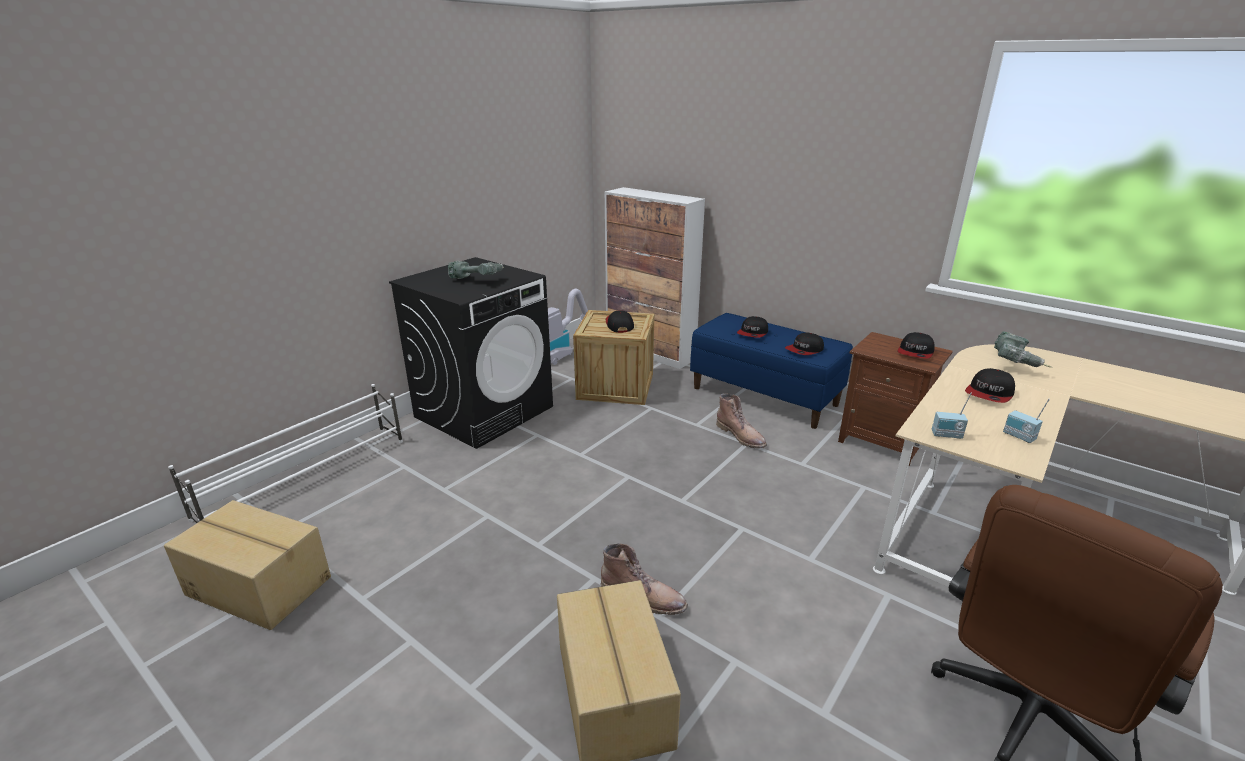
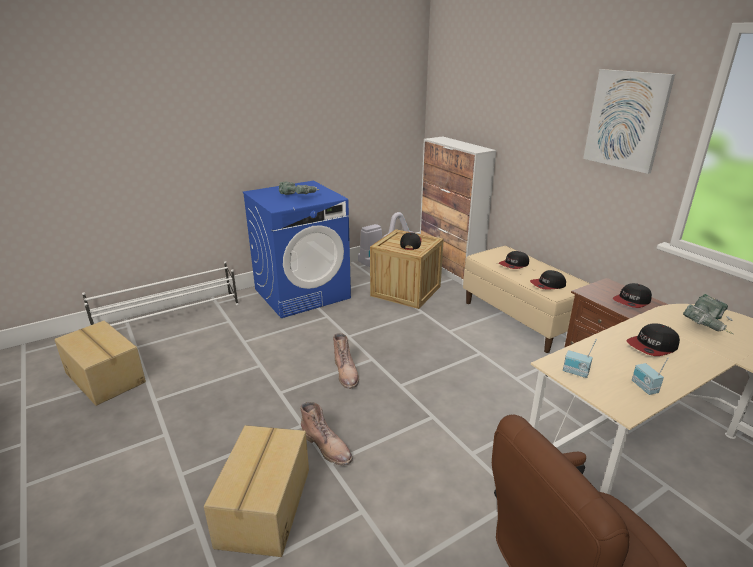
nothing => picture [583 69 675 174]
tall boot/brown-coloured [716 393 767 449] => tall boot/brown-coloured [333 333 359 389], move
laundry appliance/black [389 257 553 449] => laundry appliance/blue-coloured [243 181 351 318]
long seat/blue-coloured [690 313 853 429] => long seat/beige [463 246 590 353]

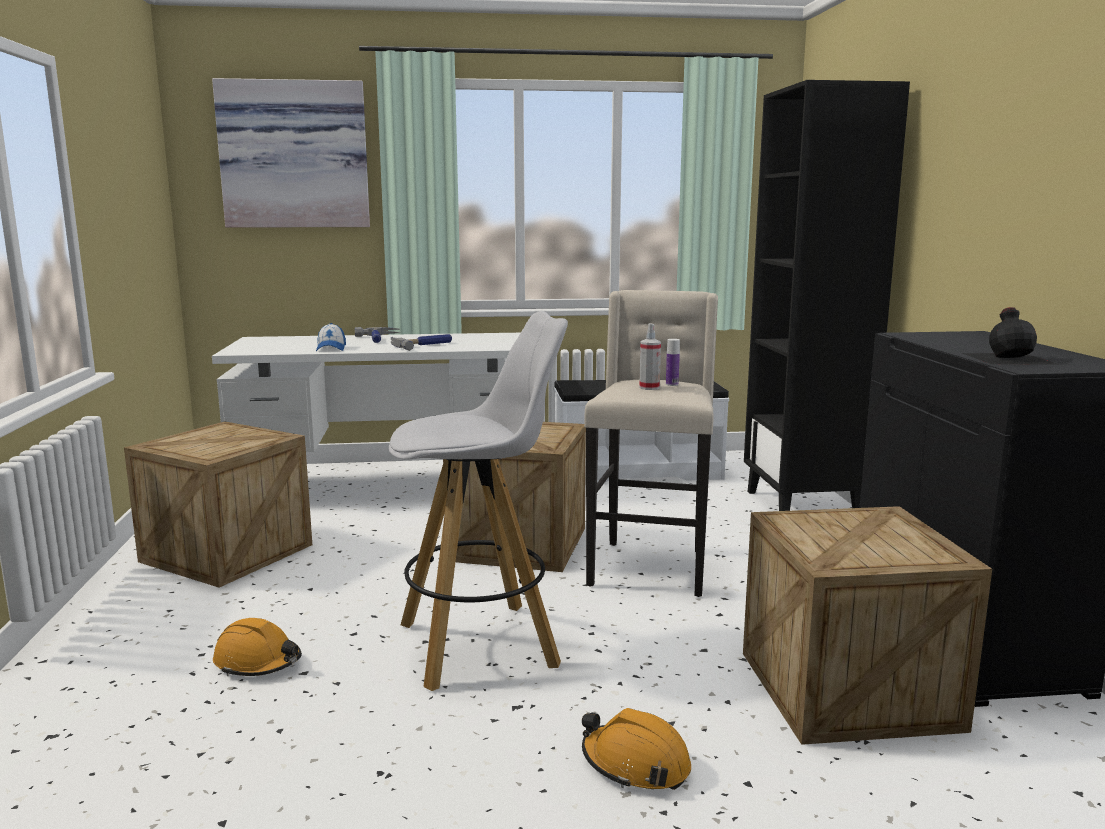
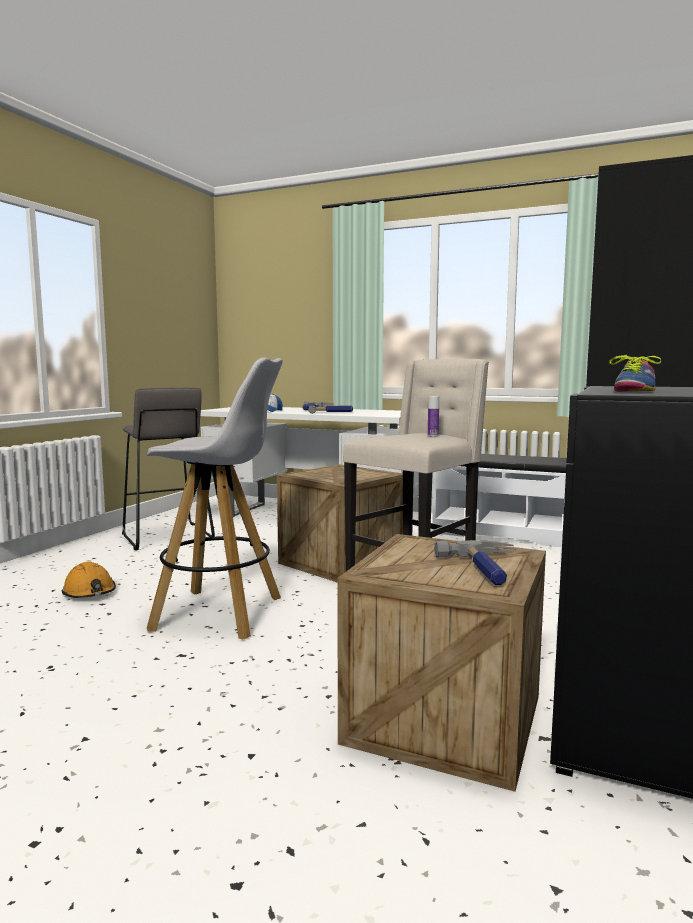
picture [212 78 370 228] => nothing
safety helmet/orange [582 708 691 790] => nothing
hand sprayer [639 323 661 390] => nothing
nothing => hammer [434 540 514 585]
packing crate [124 421 312 588] => stool seat/gray [122 387 215 550]
beverage bottle/black [962 307 1057 364] => low shoe [609 355 661 392]

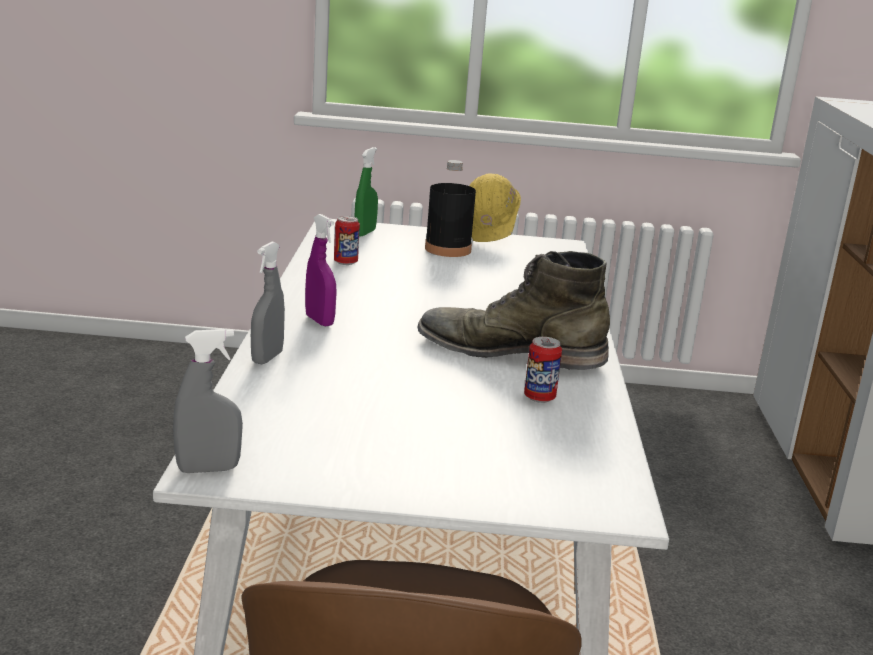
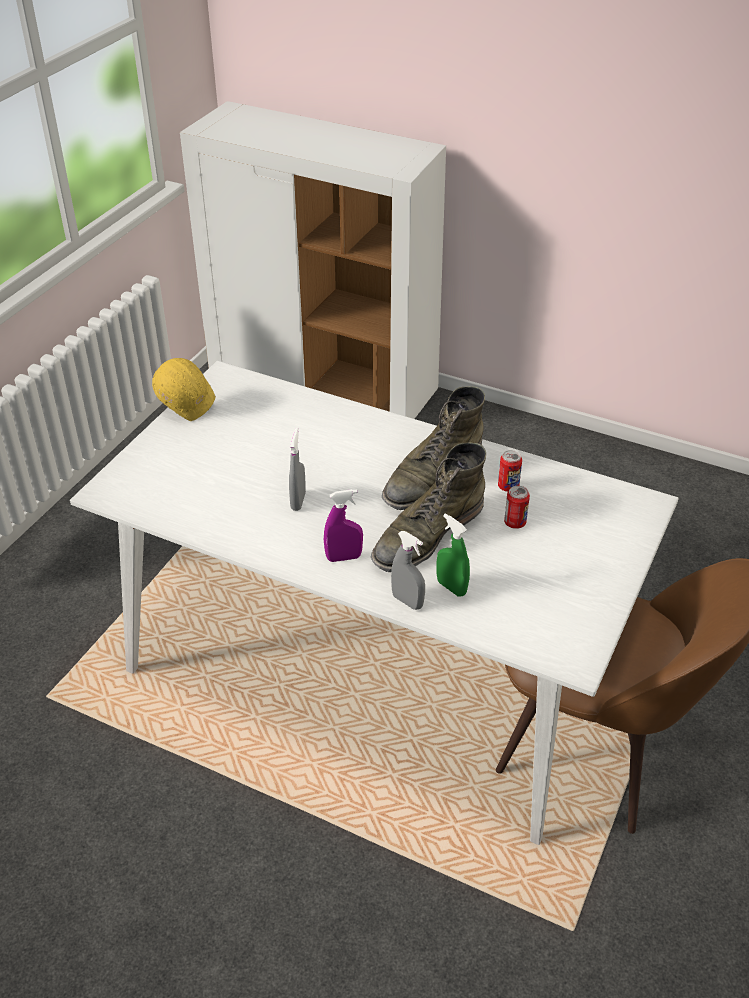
beverage bottle/black [425 160 476 257] => nothing
nothing => tall boot/greenish [371 442 486 572]
hand sprayer/gray [173 329 243 473] => hand sprayer/gray [289 428 306 511], move
sealed can [334 216 360 265] => sealed can [504 486 530 529], move
hand sprayer/greenish [355 147 378 236] => hand sprayer/greenish [436 514 470 597], move

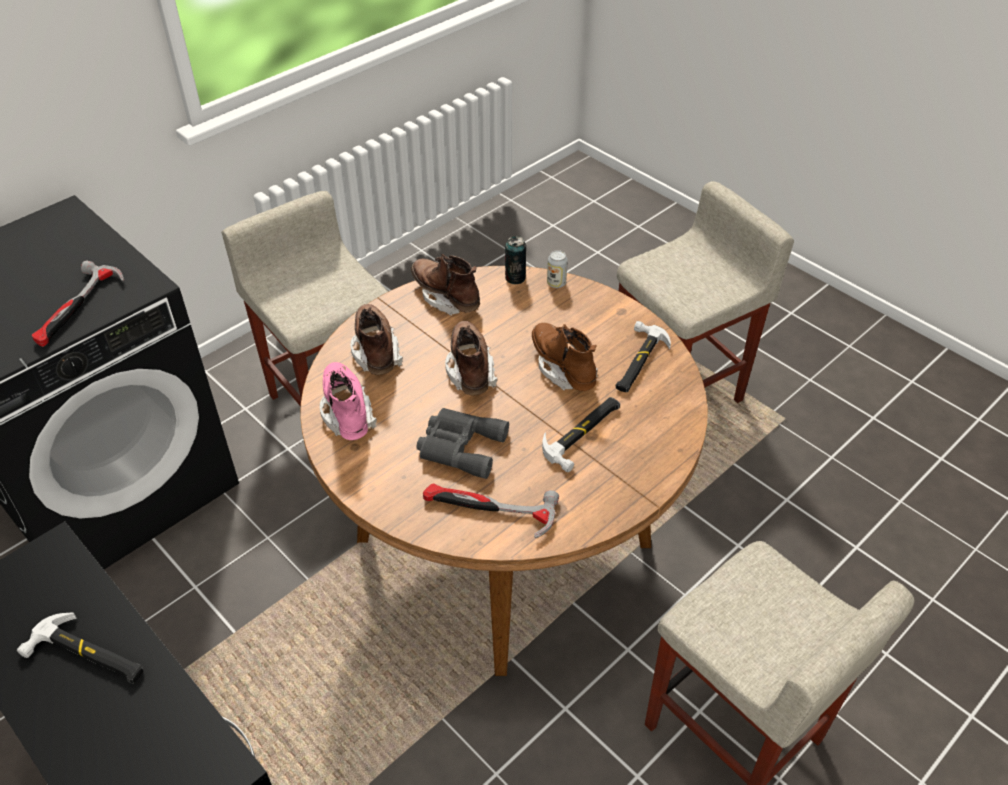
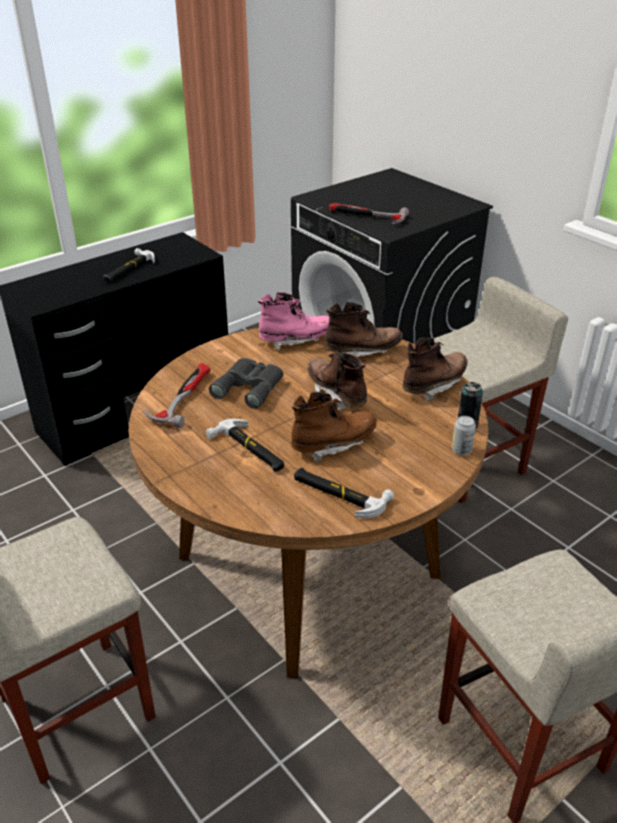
tall boot/brown-coloured [445 321 498 395] => tall boot/brown-coloured [307 351 367 410], 120 degrees counterclockwise

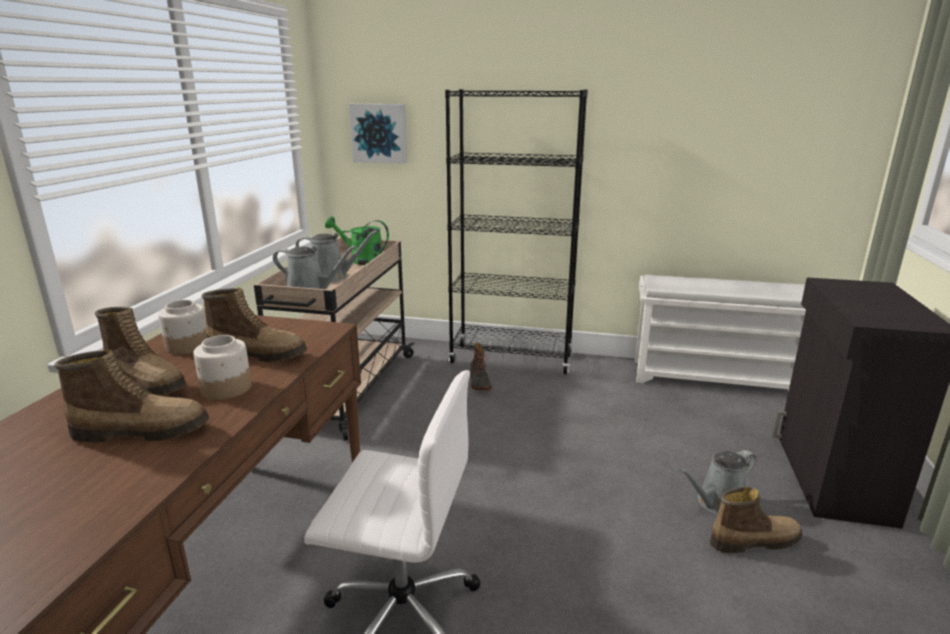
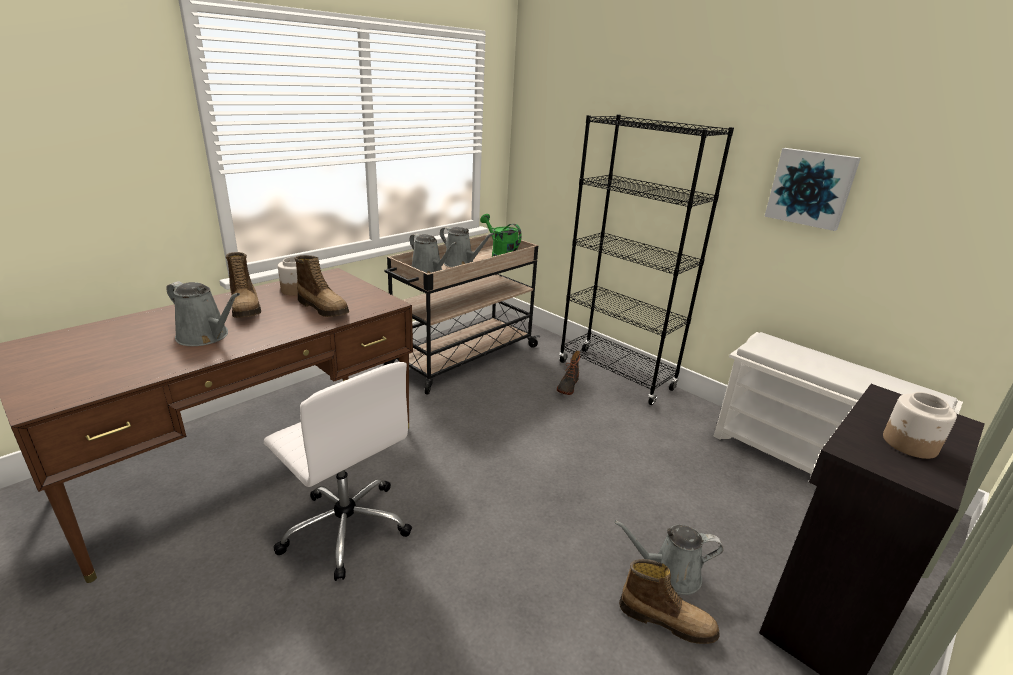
preserve jar [193 335 251 400] => preserve jar [883 392 957 459], move
picture [349 104 407 164] => picture [764 148 861 231], move
tall boot [54 349 209 443] => watering can/gray [166 281 240 346]

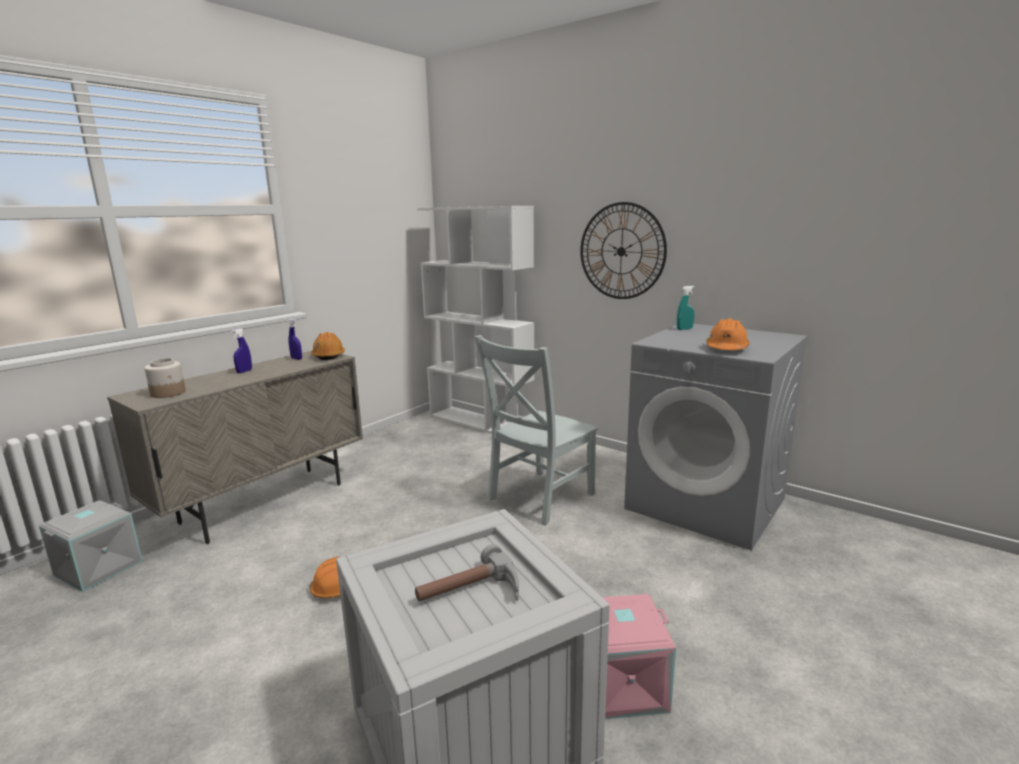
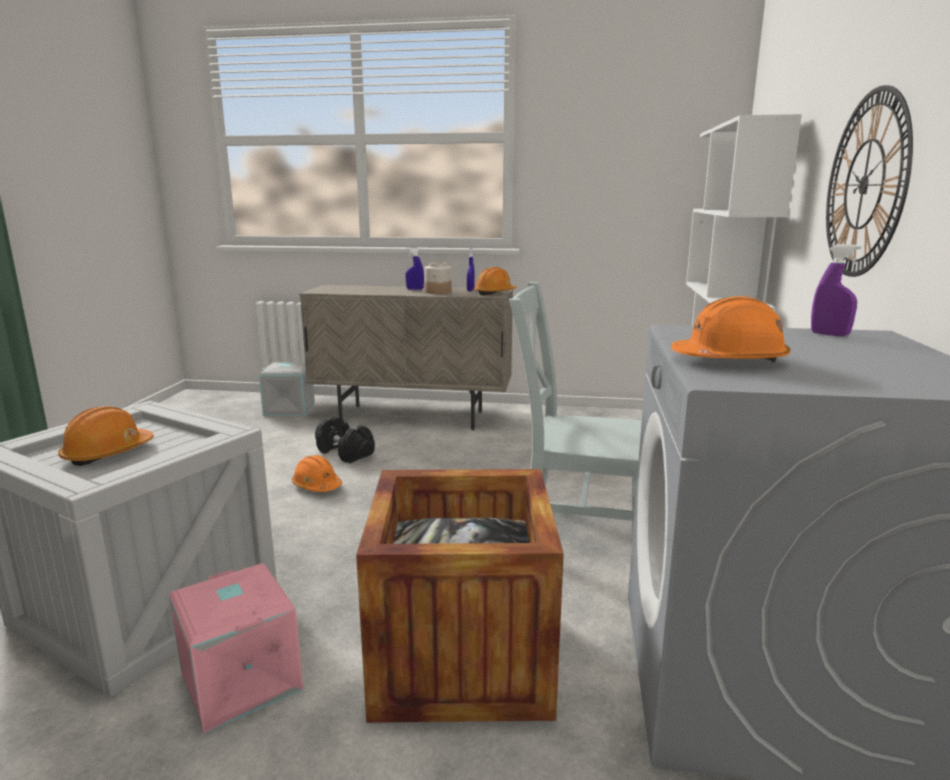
nothing => free weight/black [315 416 375 463]
nothing => packing crate [356 469 564 723]
preserve jar [145 358 186 398] => preserve jar [425 262 452 294], move
hammer [415 544 519 601] => safety helmet/orange [58 406 154 466]
hand sprayer/blue-green [677 286 695 330] => hand sprayer/purplish [811 244 861 336]

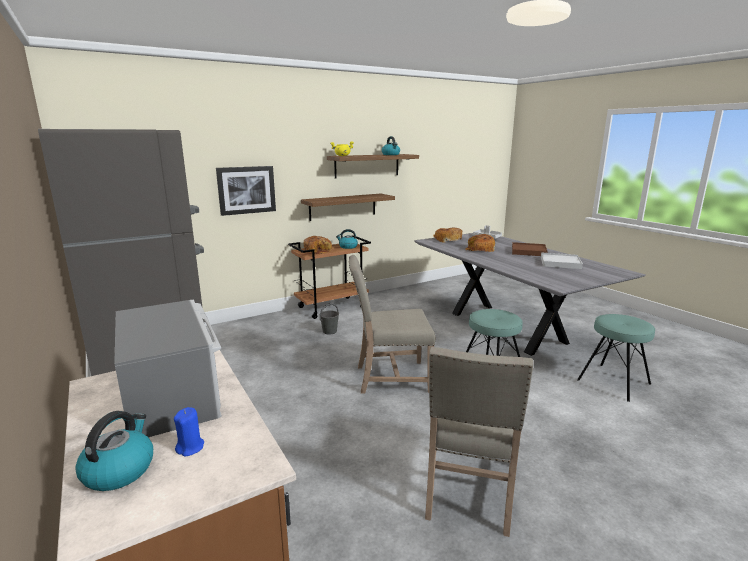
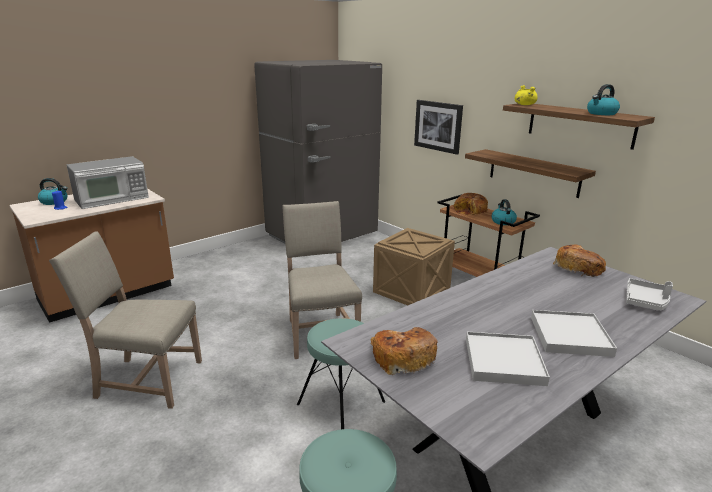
baked bread [465 234 495 252] => baked bread [371 327 438 375], move
pail/gray [319 303 339 335] => packing crate [373 228 455 305]
carrying tray/brown-coloured [512 242 548 256] => carrying tray/white-coloured [531 310 617 357]

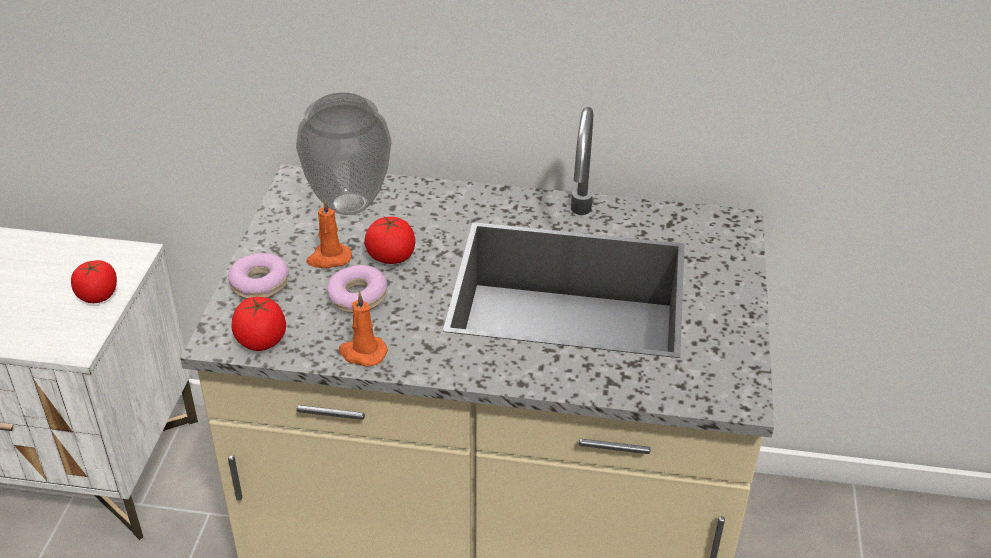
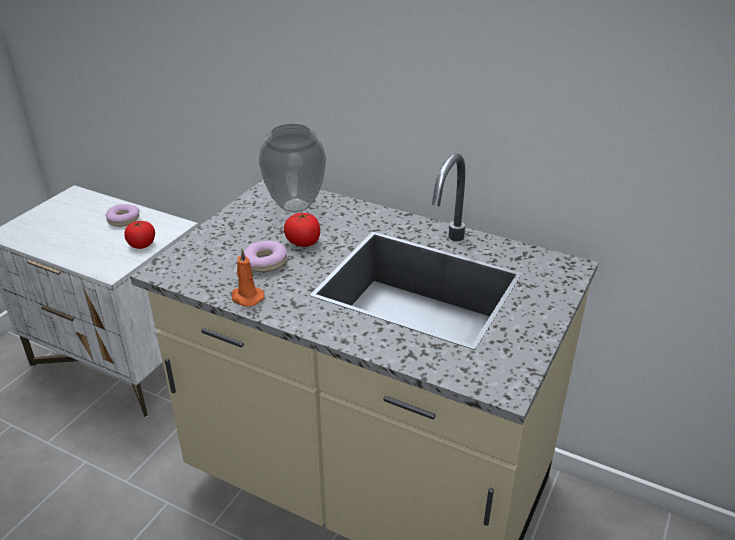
whole tomato [232 297 286 351] => nothing
candle/orange [306 198 352 268] => nothing
doughnut [228 253 289 299] => doughnut [106 204 139 227], move

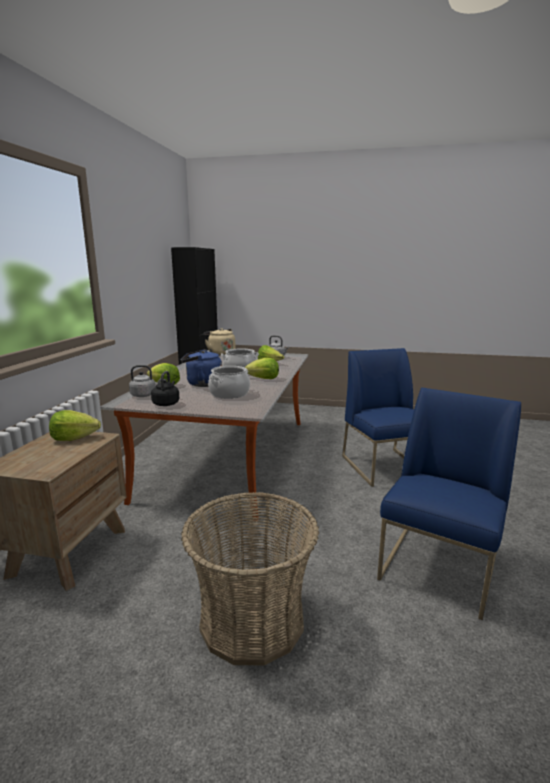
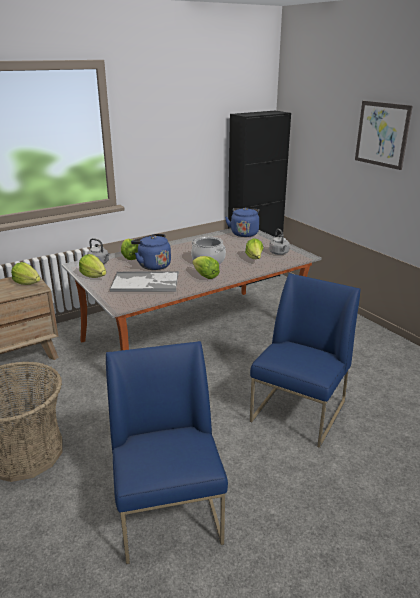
nothing => picture [355 101 413 170]
water kettle/black [151 371 180 406] => head of lettuce [79 254 106 278]
cooking pot [208 366 250 399] => carrying tray [110 271 179 292]
water kettle/beige [204 328 235 356] => water kettle/blue-coloured [225 208 259 237]
chair/blue-coloured [377 388 521 620] => chair/blue-coloured [106 341 228 564], 90 degrees counterclockwise

